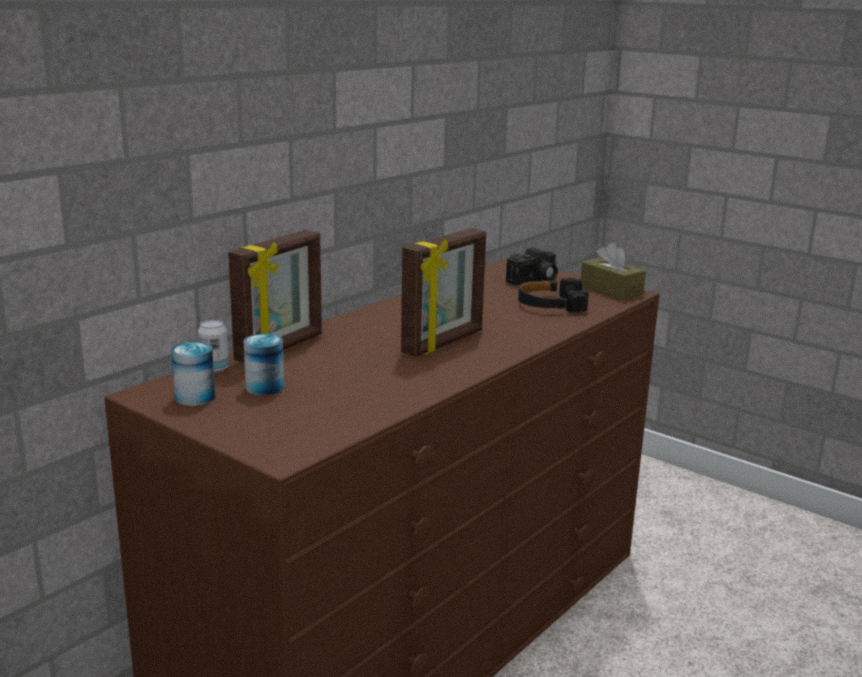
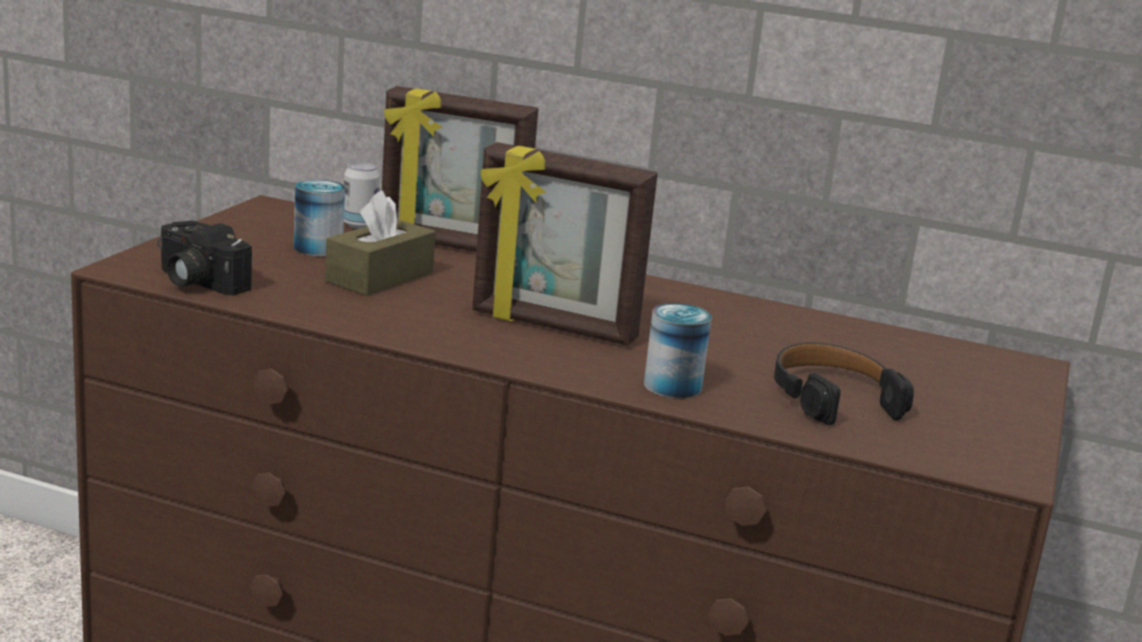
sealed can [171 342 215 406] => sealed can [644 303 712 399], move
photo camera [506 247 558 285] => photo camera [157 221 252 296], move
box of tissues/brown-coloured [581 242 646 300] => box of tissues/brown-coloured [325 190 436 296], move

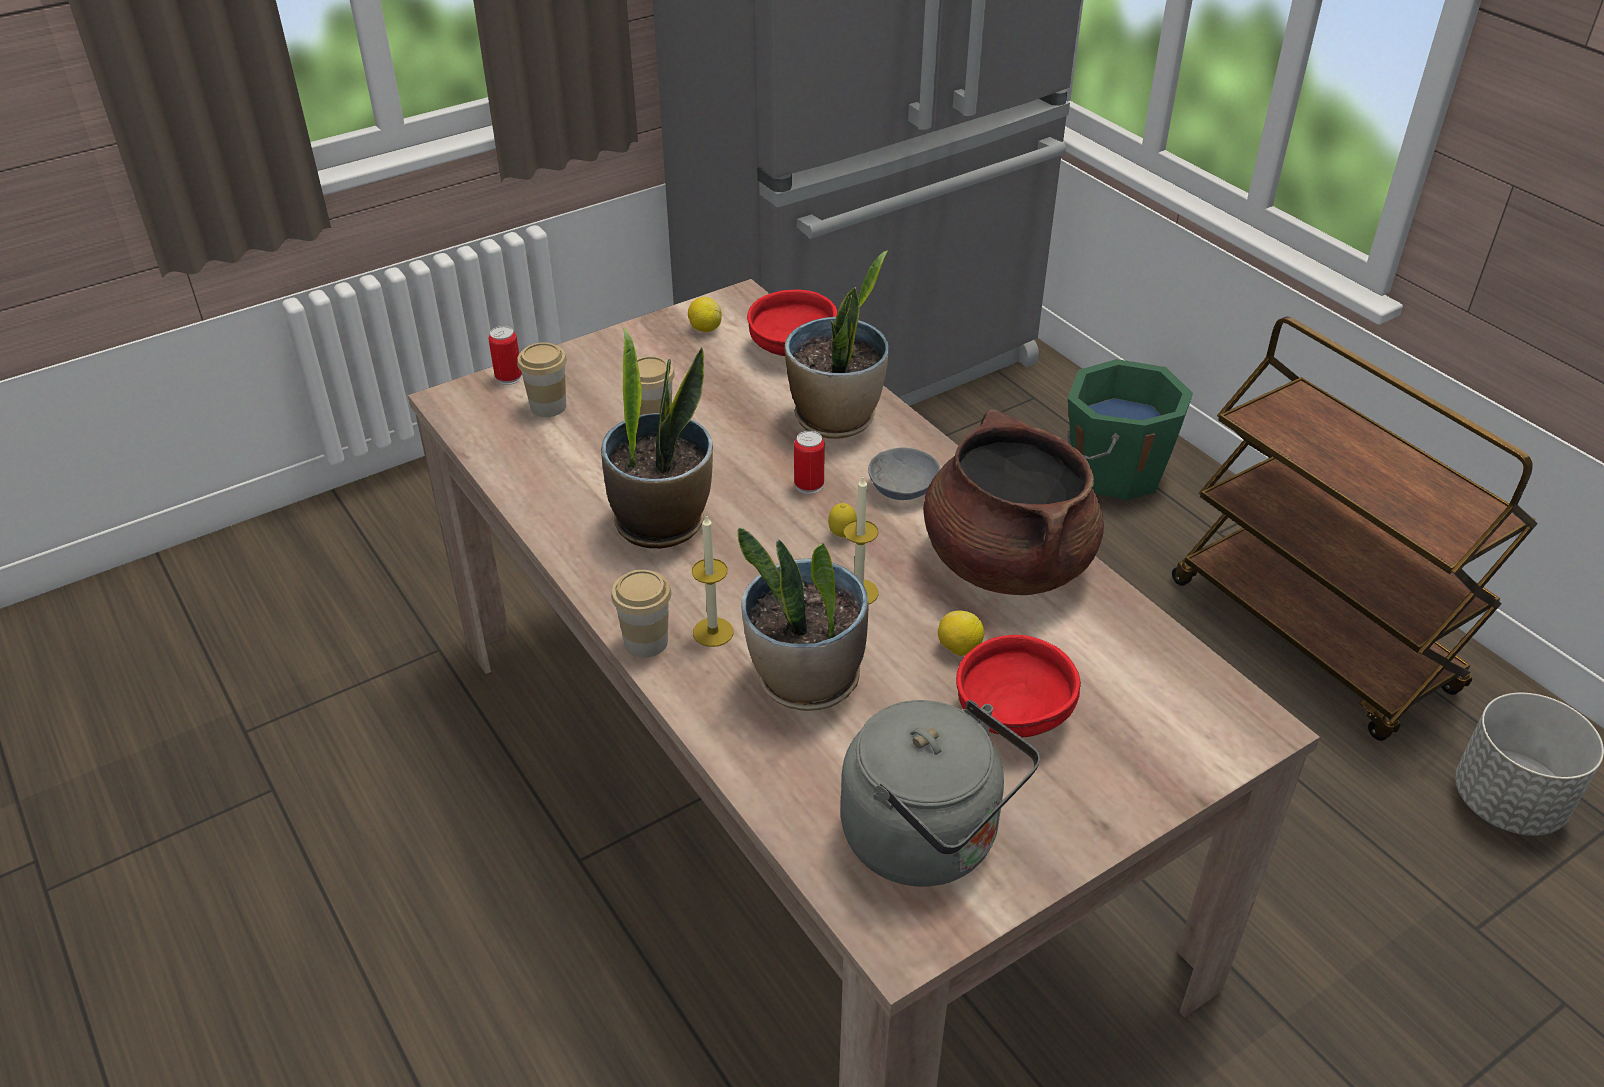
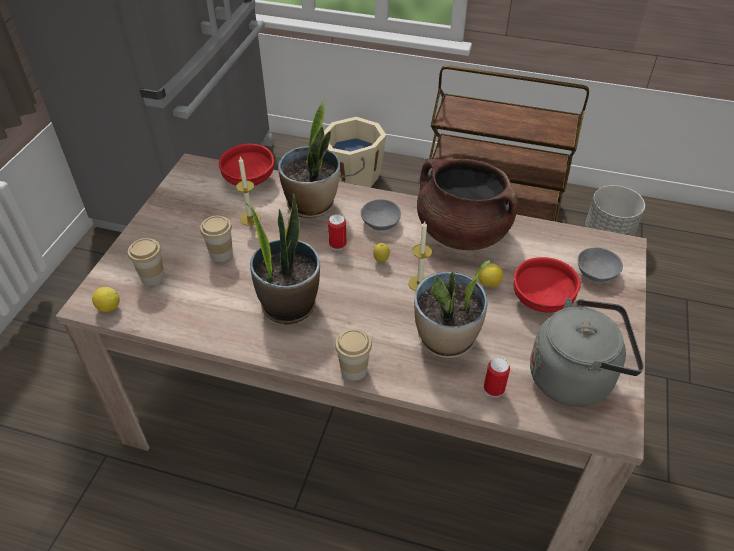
nothing => bowl/gray [578 247 623 282]
sealed can [488 326 522 385] => sealed can [484 357 510 398], move
citrus fruit [688 297 722 332] => citrus fruit [92 287 120 312], move
candle [692 514 733 647] => candle [236 157 261 226], move
pail/greenish [1067 359 1193 500] => pail/beige [324 117 386 188]

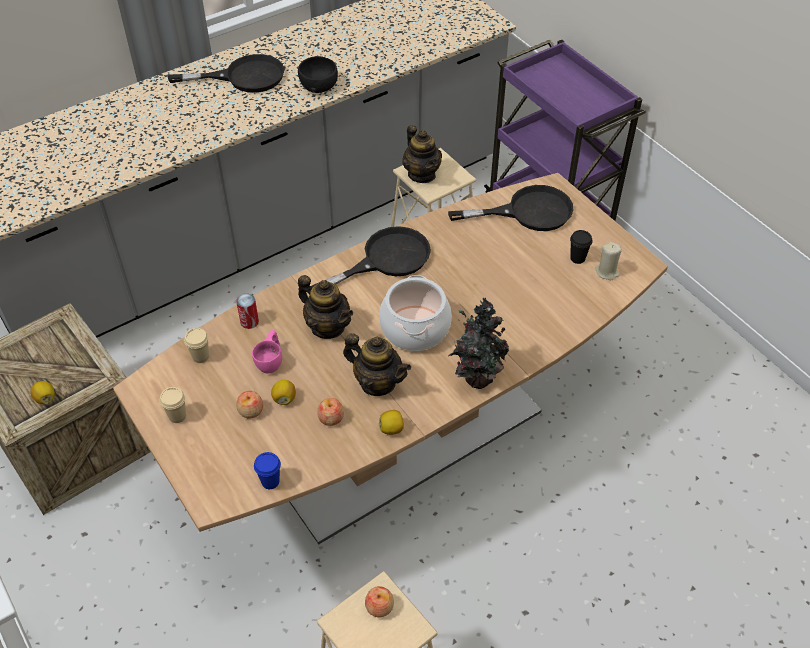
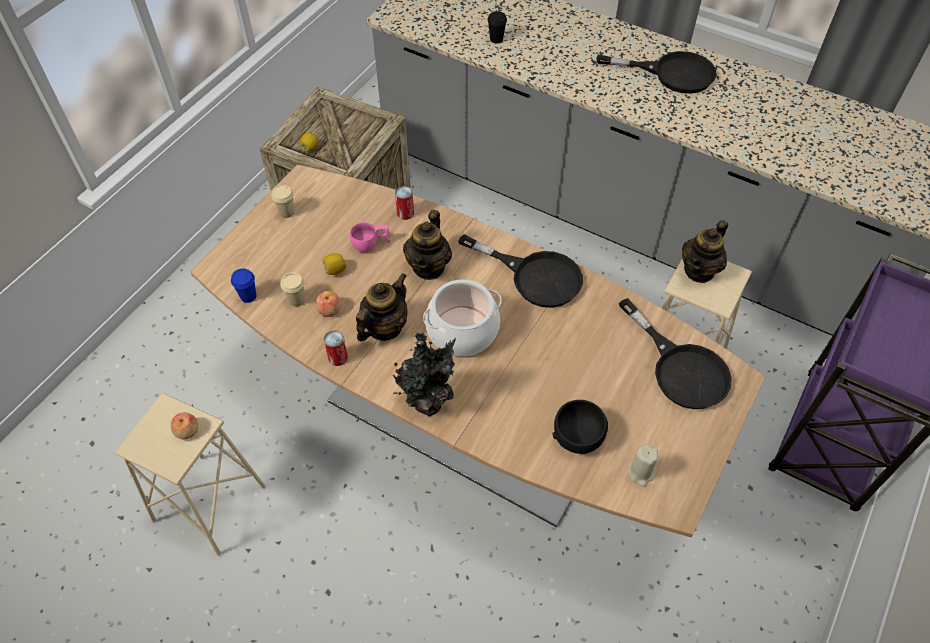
whole apple [236 391 263 419] => nothing
drinking cup/beige [184 328 209 363] => drinking cup/beige [280 272 305 307], move
bowl/black [298 56 338 93] => bowl/black [552 400 608 454], move
drinking cup/black [570 230 592 264] => drinking cup/black [488 11 507 44], move
citrus fruit [379 410 404 435] => sealed can [324 331 348 366]
pan/black [168 54 285 93] => pan/black [597 51 717 94], 45 degrees counterclockwise
teapot [343 333 411 396] => teapot [356 273 408 341], 150 degrees counterclockwise

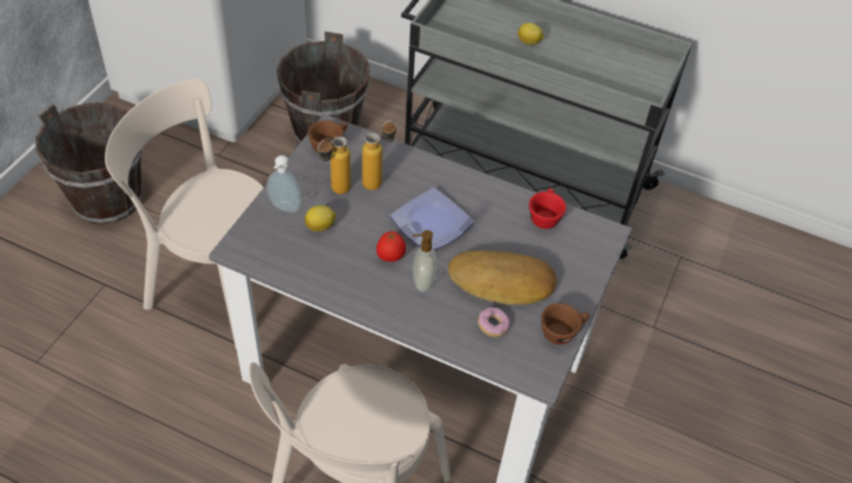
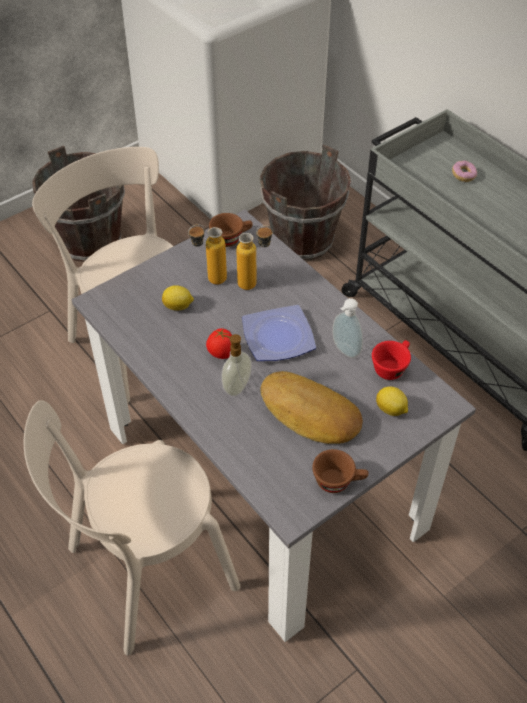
soap dispenser [267 155 302 213] => soap dispenser [332 298 363 358], move
doughnut [478 307 510 337] => doughnut [452 161 477 182], move
citrus fruit [518 23 544 45] => citrus fruit [376 386 408 416], move

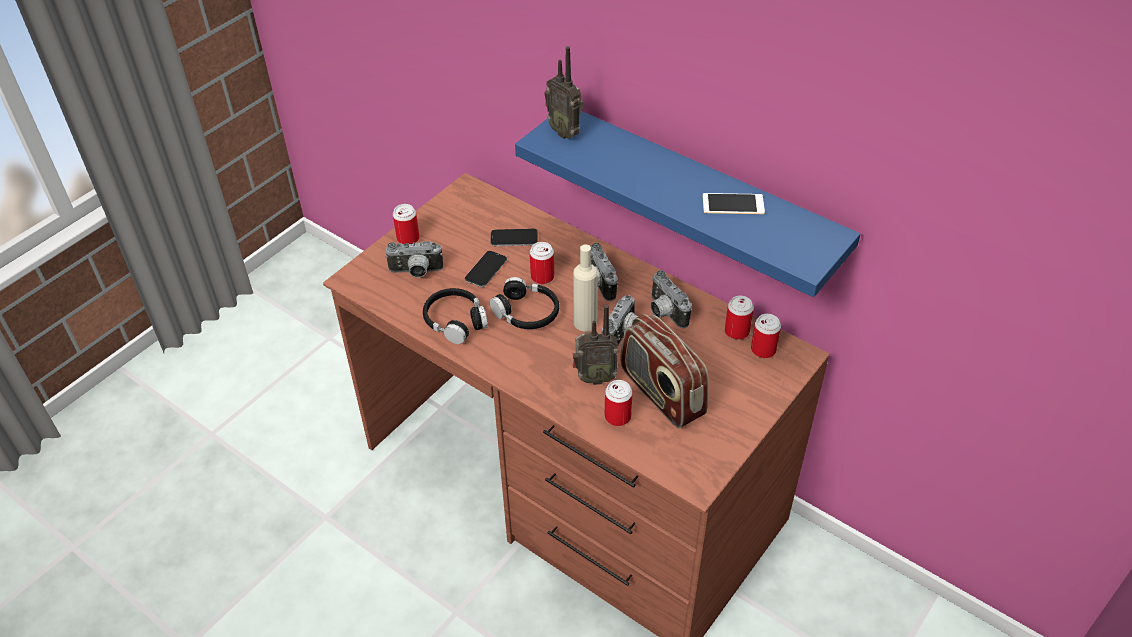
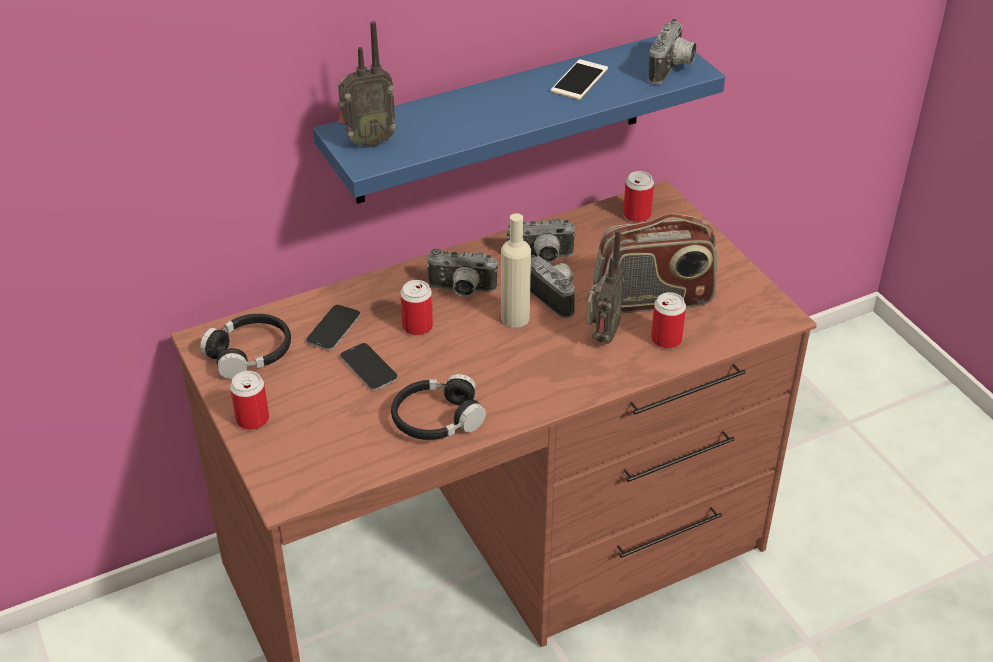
sealed can [725 296 754 340] => nothing
photo camera [385 241 443 278] => photo camera [648 19 696 84], move
headset/black [490 277 559 329] => headset/black [200 314 291 379], move

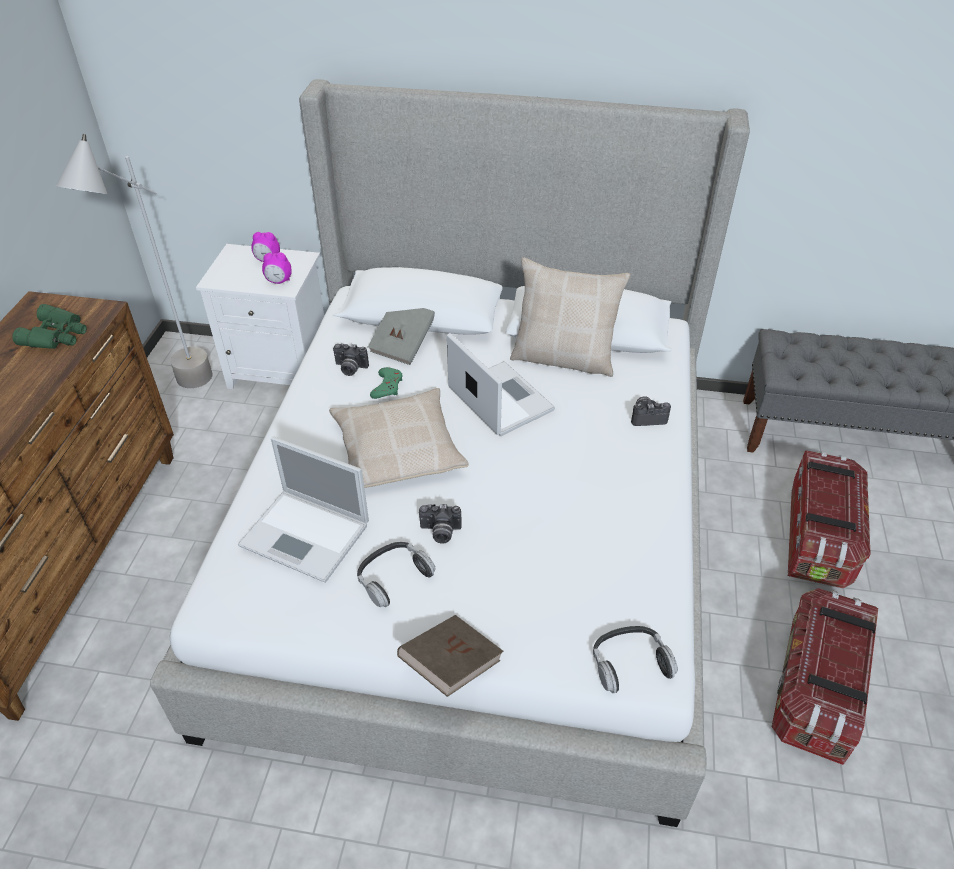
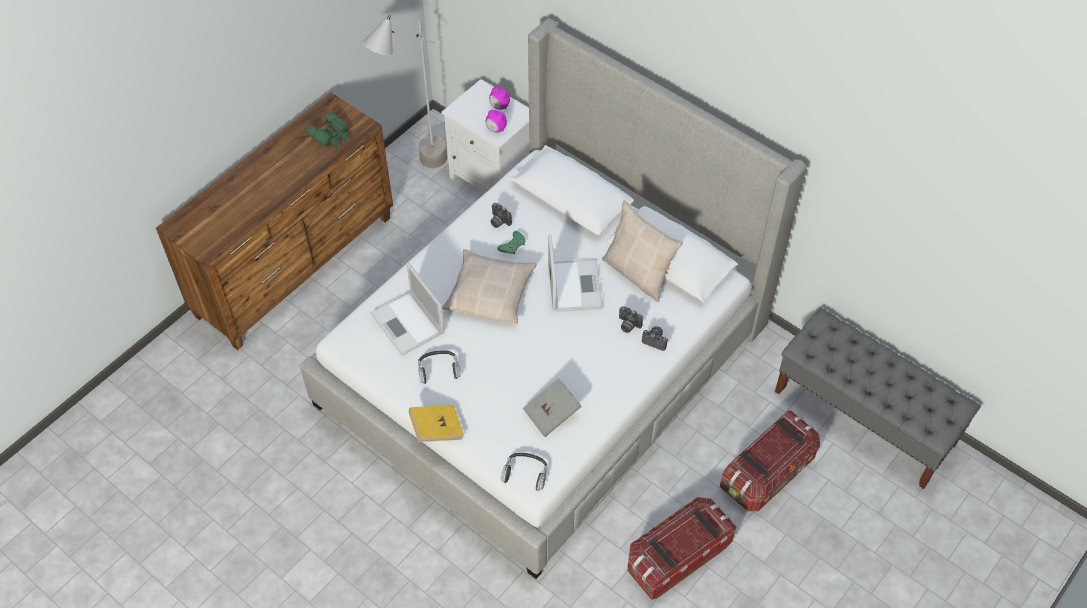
volume/gray [368 308 435 365] => volume/gray [523 378 582 437], move
photo camera [419 504 462 544] => photo camera [619 306 643 333], move
volume/brown-coloured [397 615 504 697] => volume/yellow-coloured [408 405 464 442]

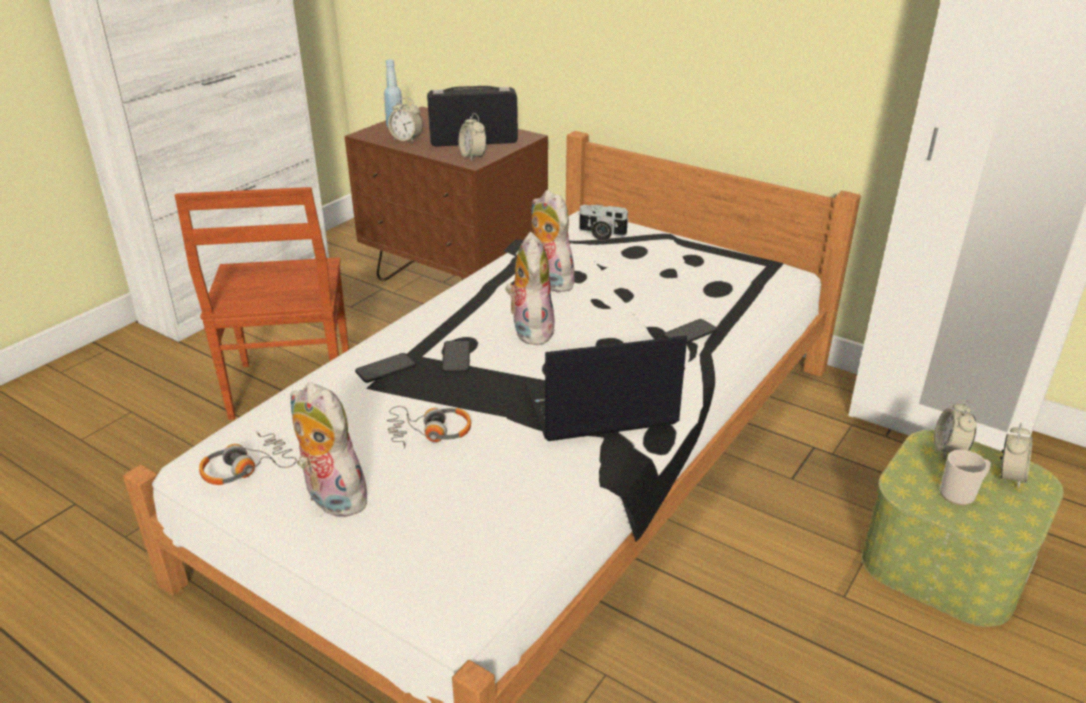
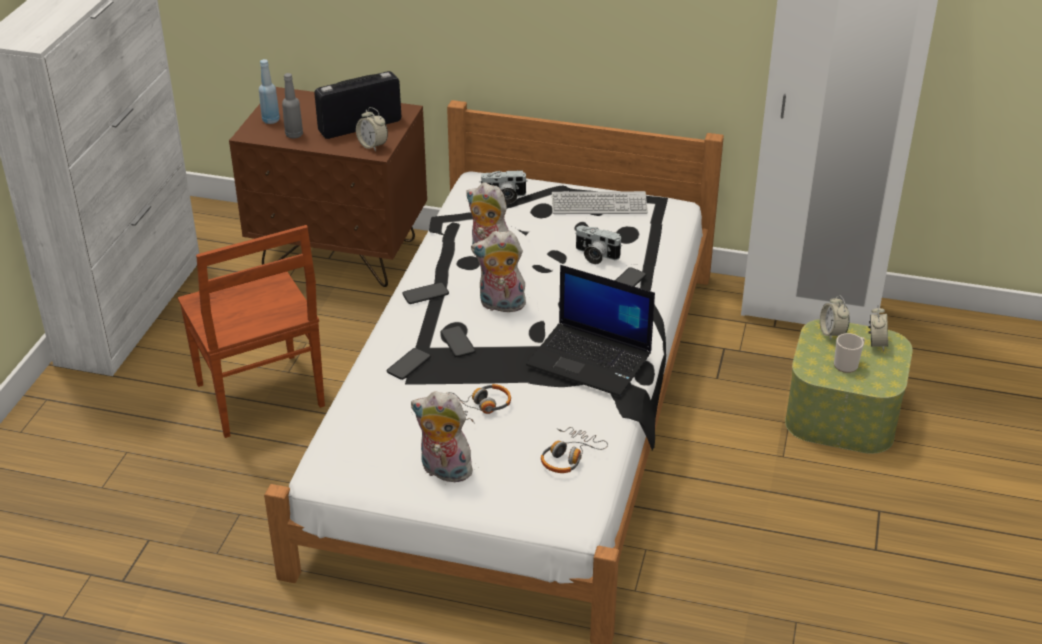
nothing => phone [402 282 449 304]
nothing => PC keyboard [552 191 648 214]
nothing => photo camera [575 225 622 264]
headset [199 431 297 485] => headset [541 427 608 473], move
bedside clock [388 98 423 143] => beverage bottle/gray [282 73 303 139]
plush toy [506 232 556 345] => plush toy [471 231 526 313], 60 degrees counterclockwise
portable computer [525 335 687 441] => portable computer [526 265 655 396], 120 degrees counterclockwise

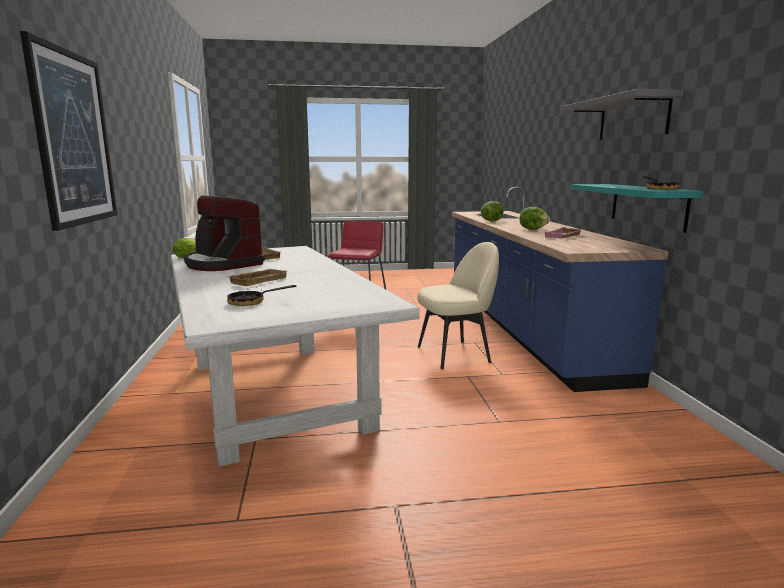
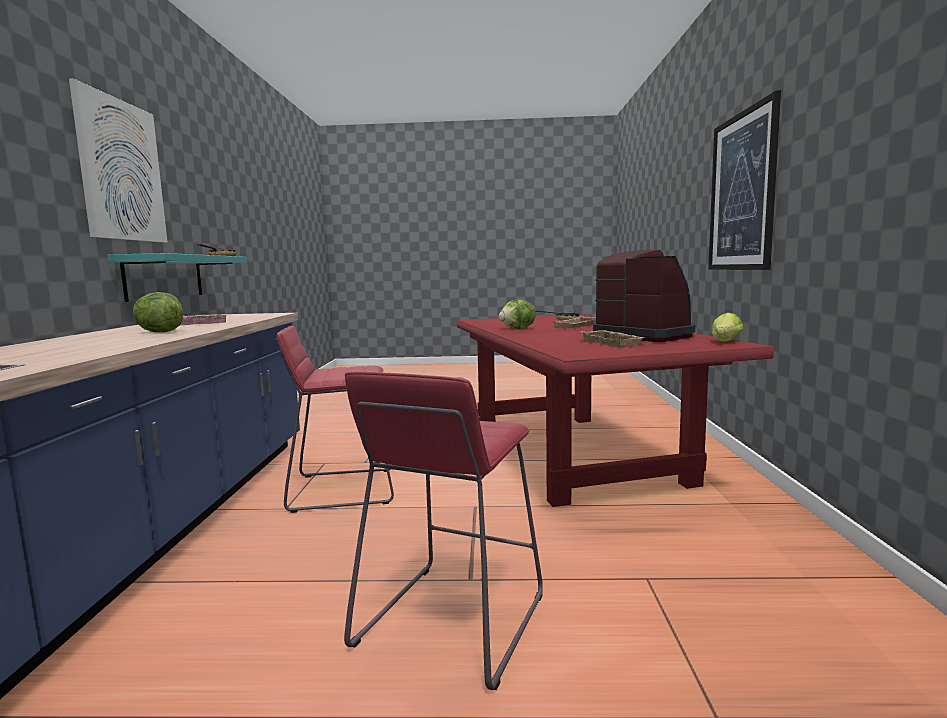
head of lettuce [481 201 504 221] => head of lettuce [499 299 536 329], move
chair/beige [418 242 499 369] => stool seat/red [276 326 394 513]
wall shelf/gray [561 89 684 140] => picture [69 78 168 243]
dining table/white-coloured [171 246 420 467] => dining table/red [457 314 774 507]

